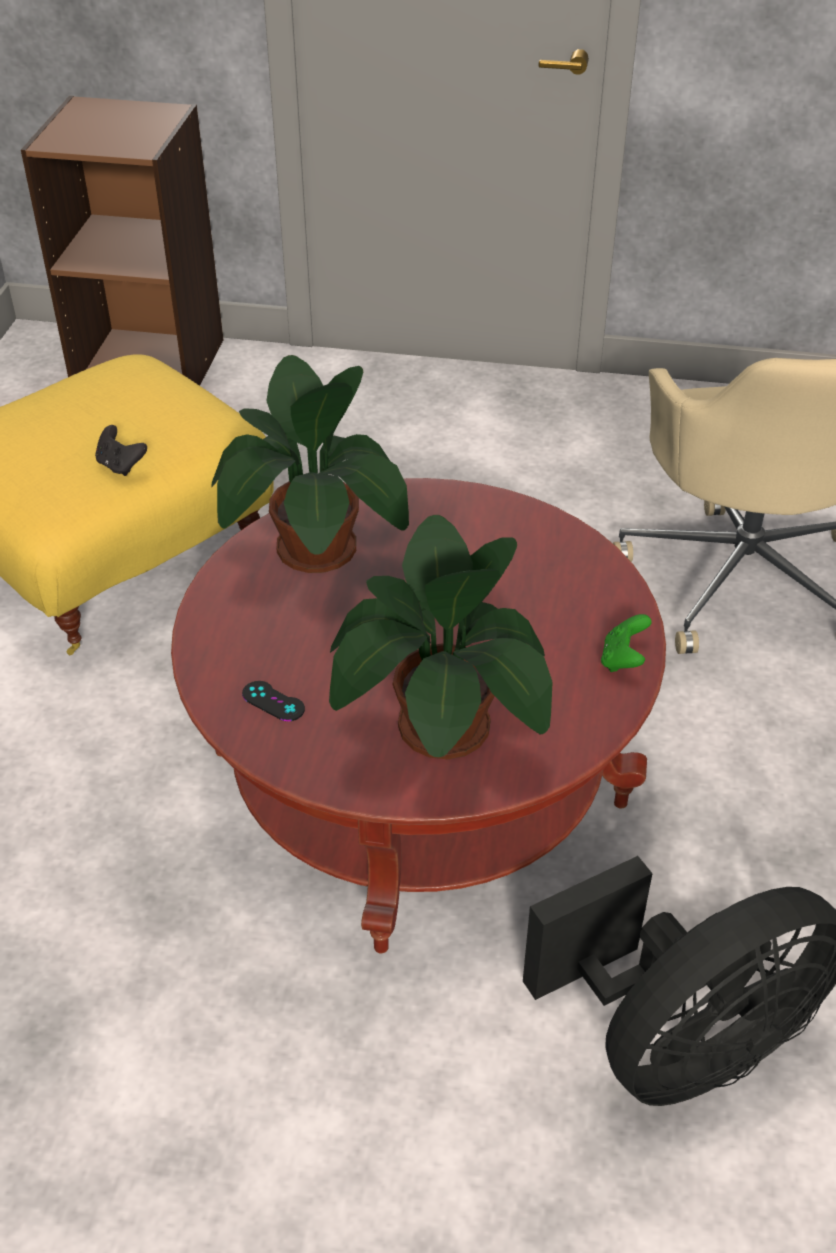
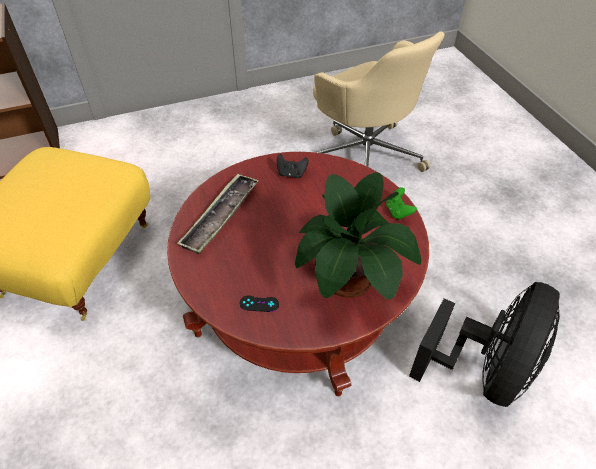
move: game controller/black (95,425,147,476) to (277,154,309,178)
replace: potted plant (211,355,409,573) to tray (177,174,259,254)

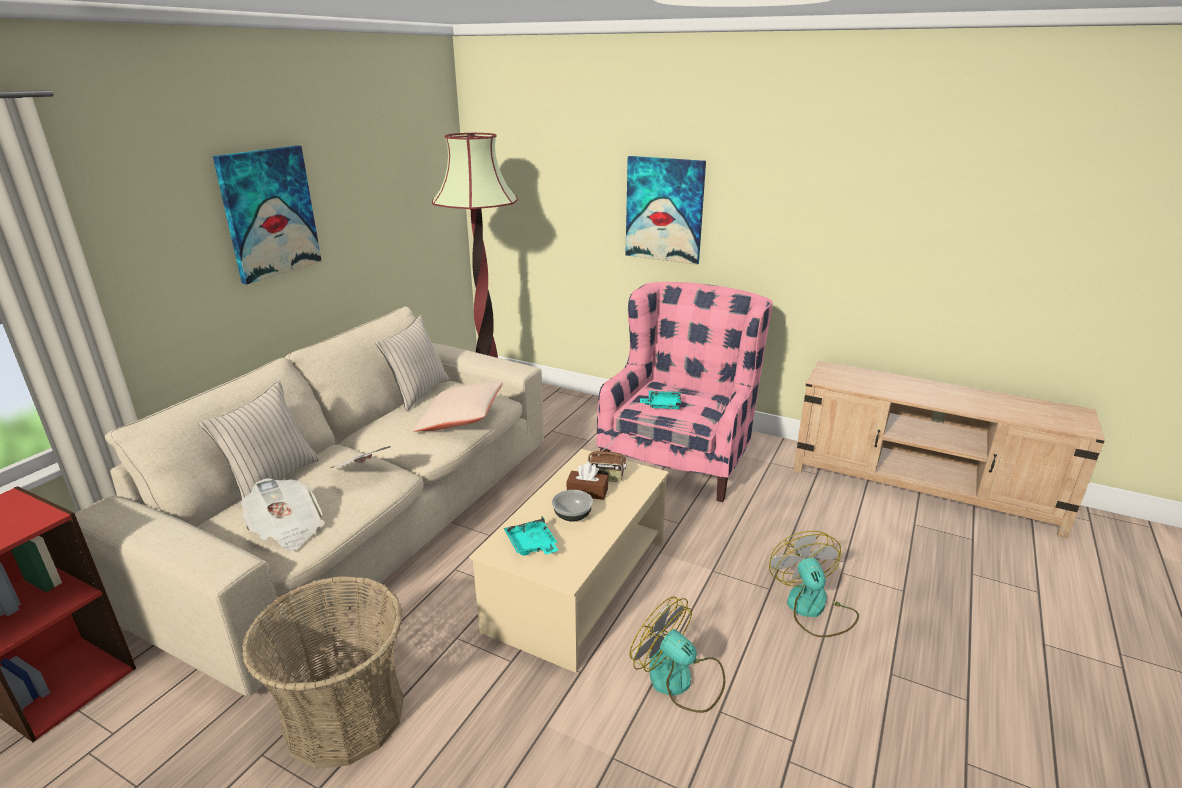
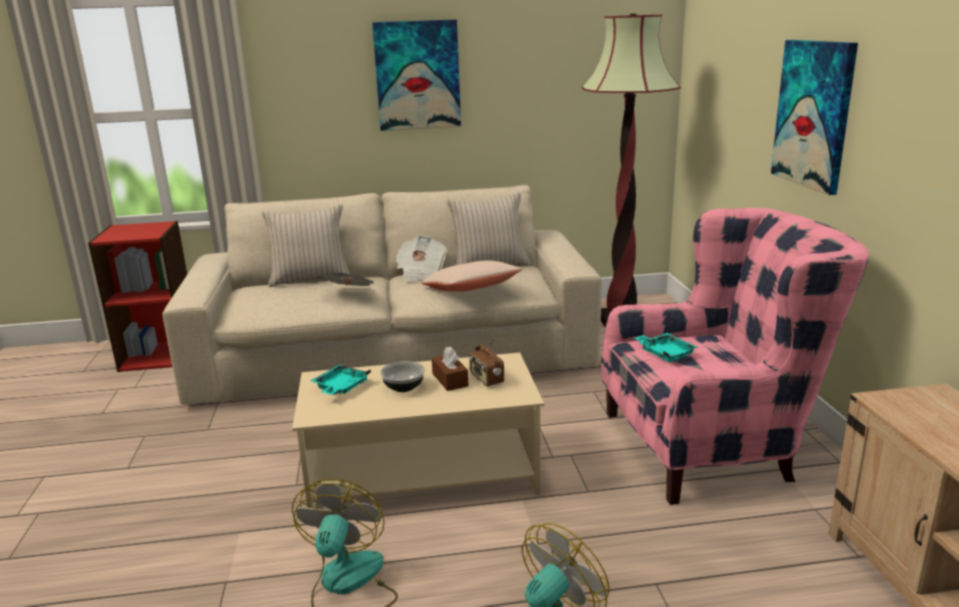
delete: basket (242,576,404,769)
move: newspaper (241,478,325,551) to (395,236,447,282)

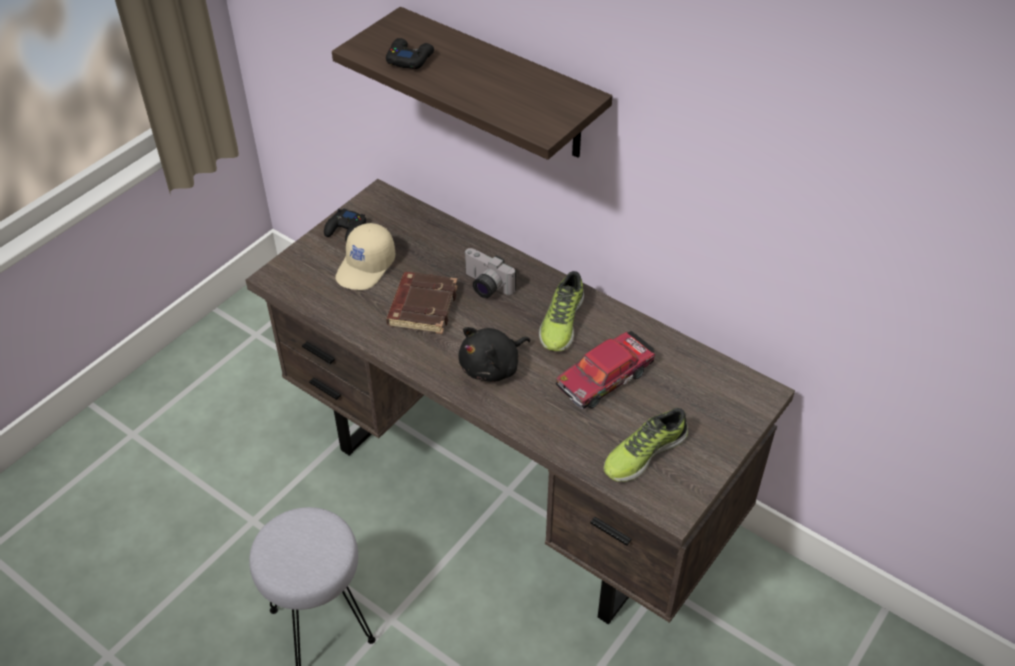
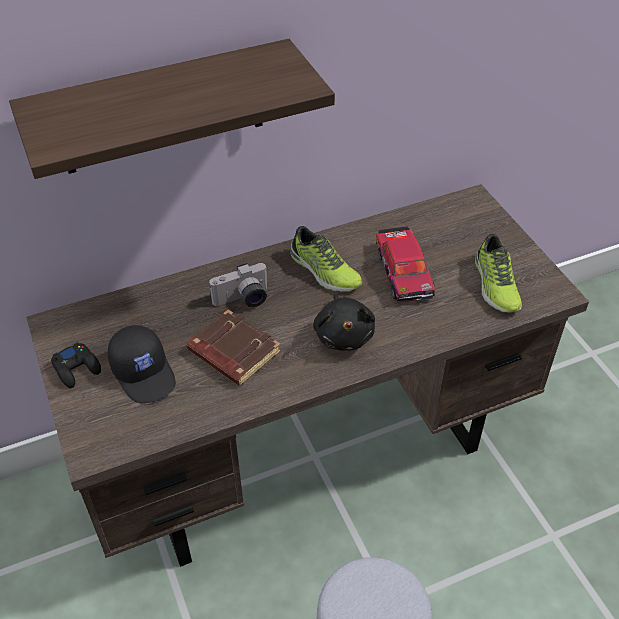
delete: game controller/black (386,38,434,69)
recolor: cap/beige (335,223,395,290) to cap/black (108,325,176,403)

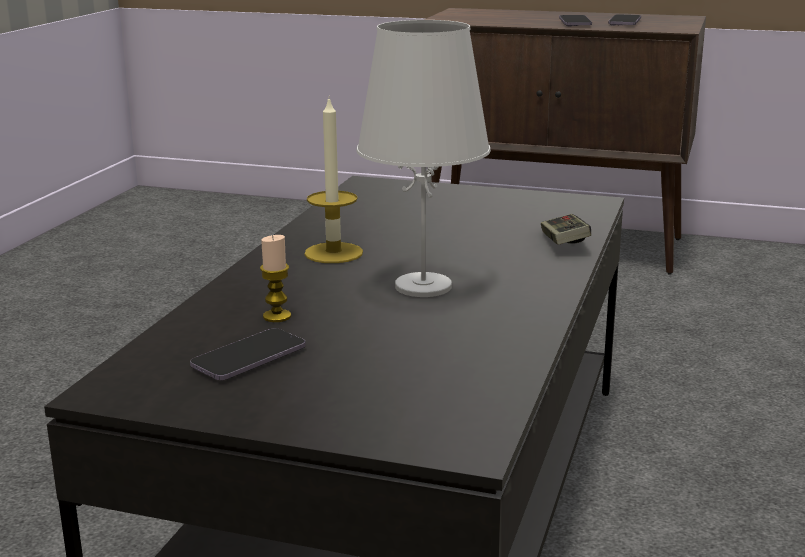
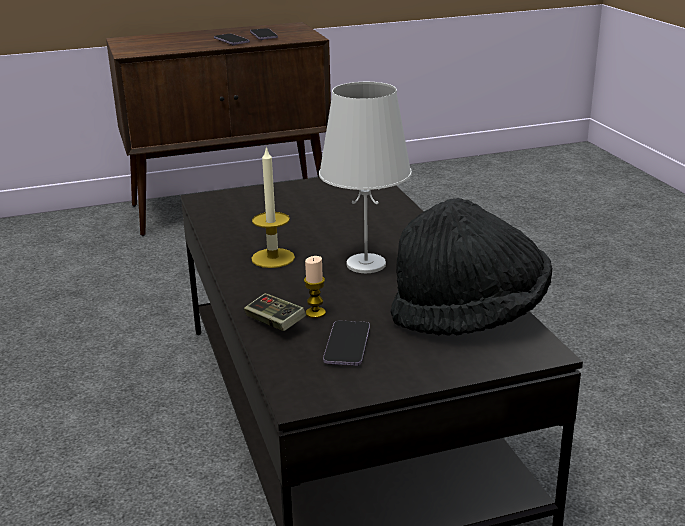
insert: hat/black (390,198,552,336)
move: game controller (541,214,591,245) to (244,293,306,331)

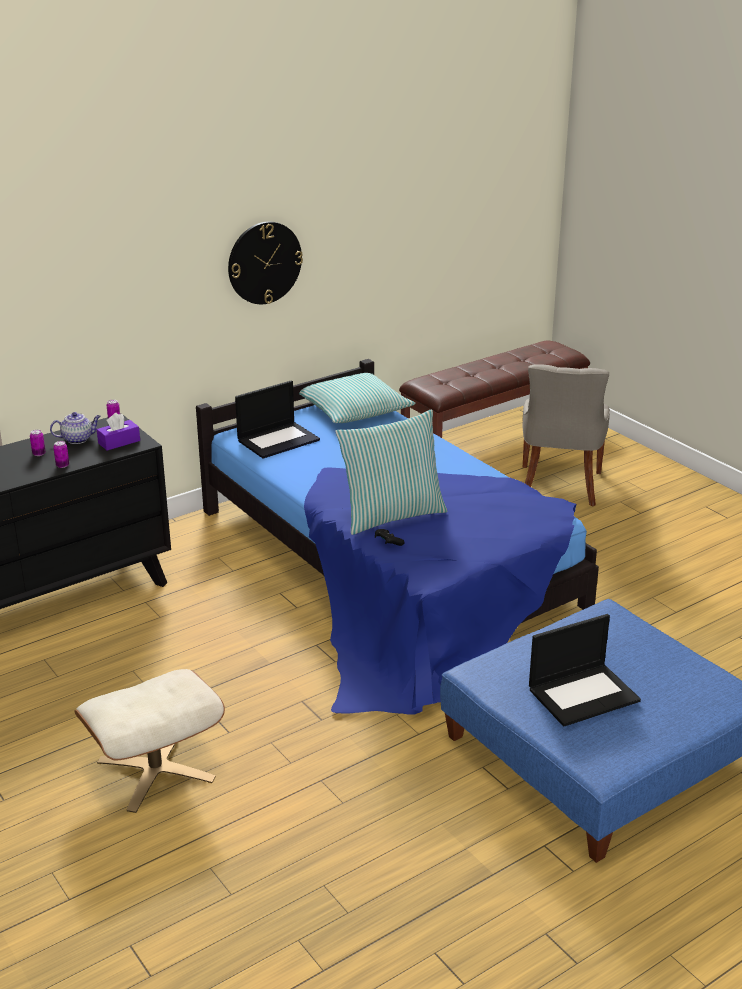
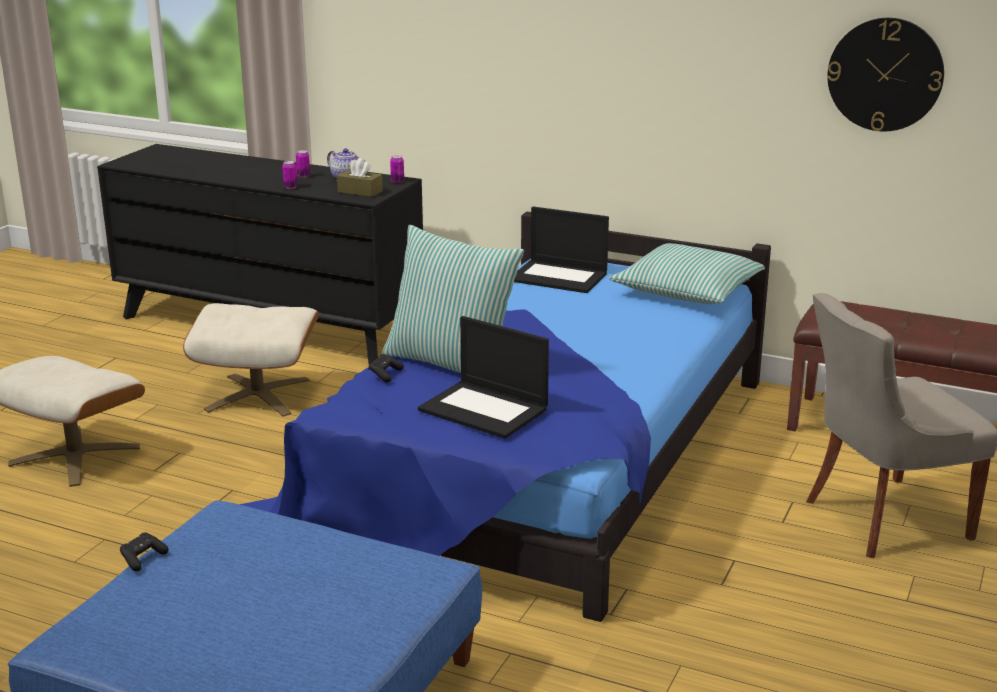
insert: game controller/black (120,533,168,572); ottoman/beige (183,303,319,417)
move: wall clock (228,222,303,304) to (827,18,944,131); laptop (529,614,641,726) to (418,316,549,439)
recolor: tissue box/purple (97,413,140,450) to tissue box/brown (337,158,383,197)

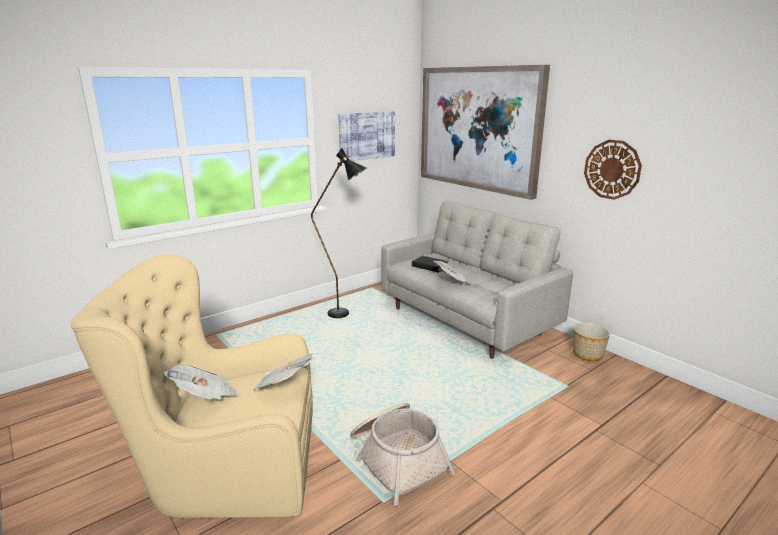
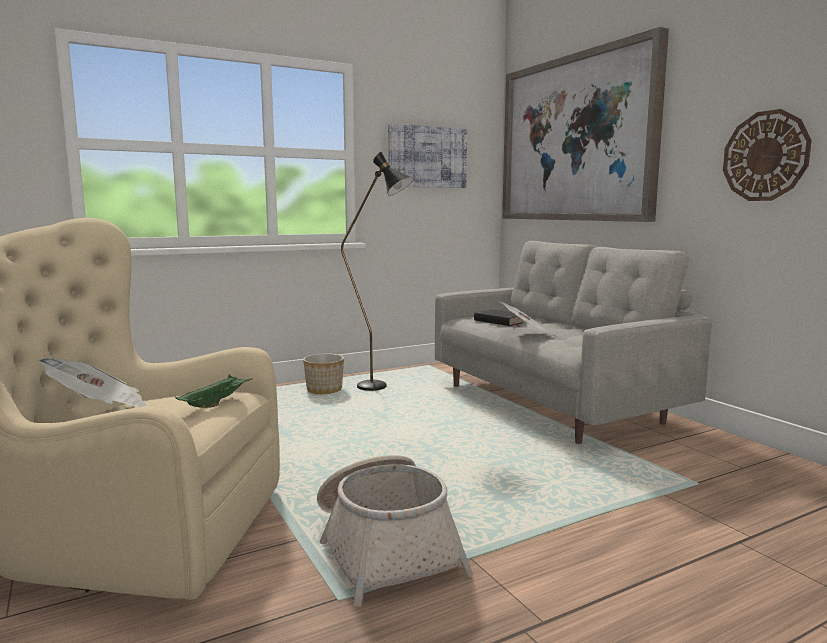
move: planter (573,323,610,361) to (303,354,344,394)
replace: newspaper (253,353,314,390) to tray/green (175,374,252,408)

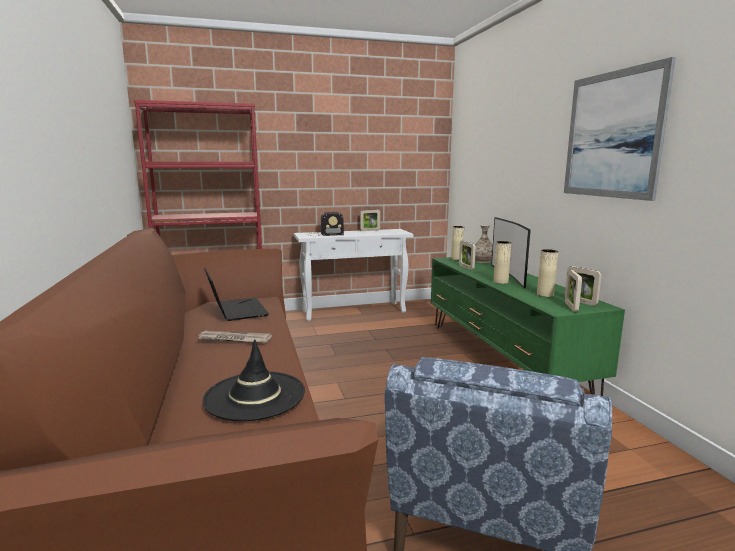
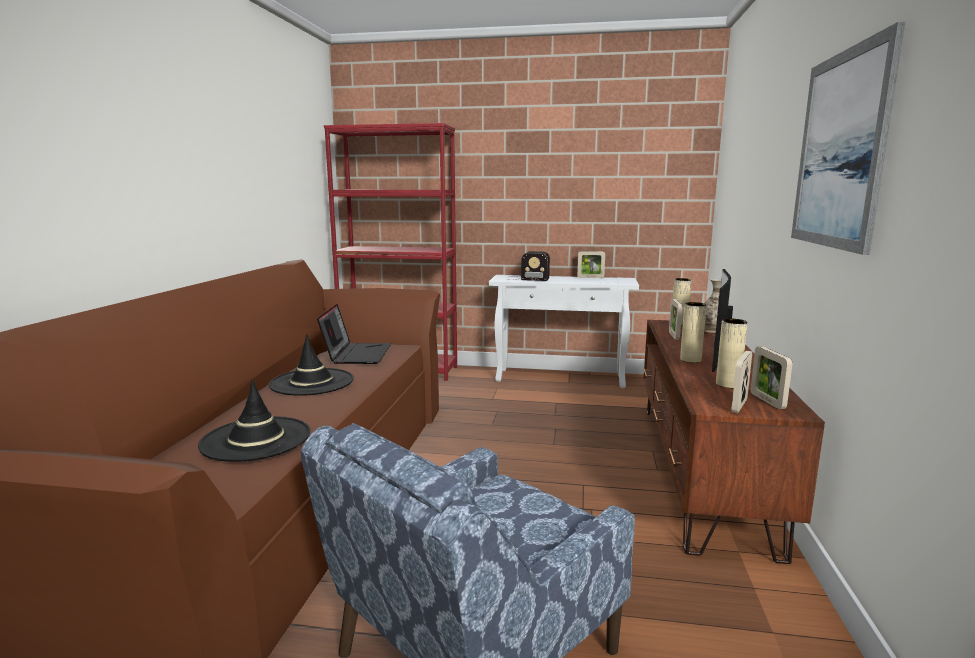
replace: newspaper (198,331,272,343) to hat/black (269,334,354,396)
recolor: tv stand/green (431,257,625,396) to tv stand/brown (643,320,825,564)

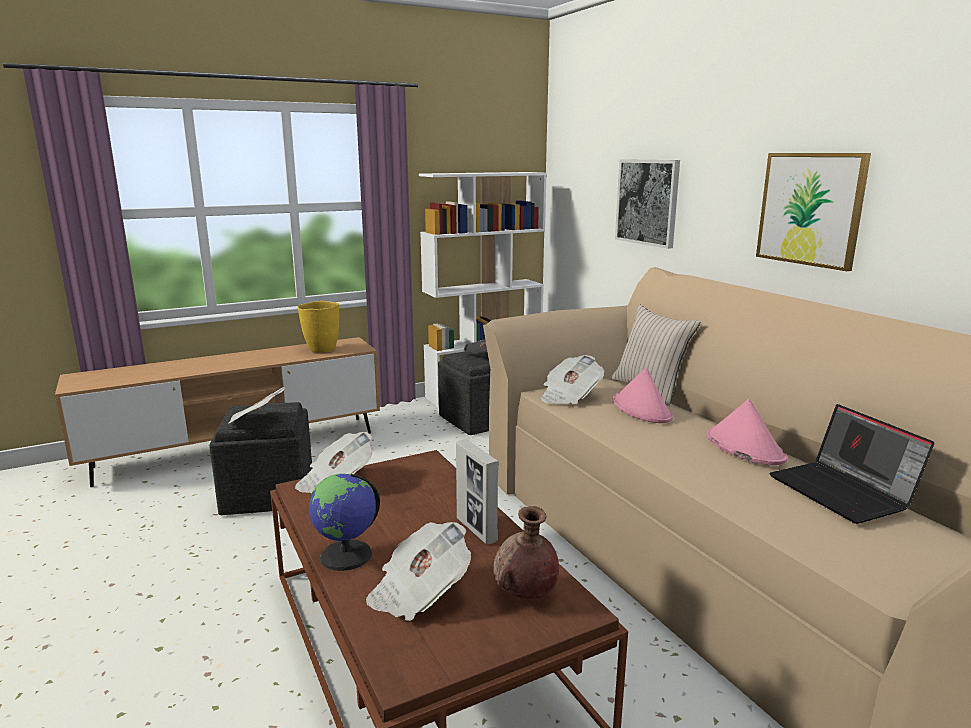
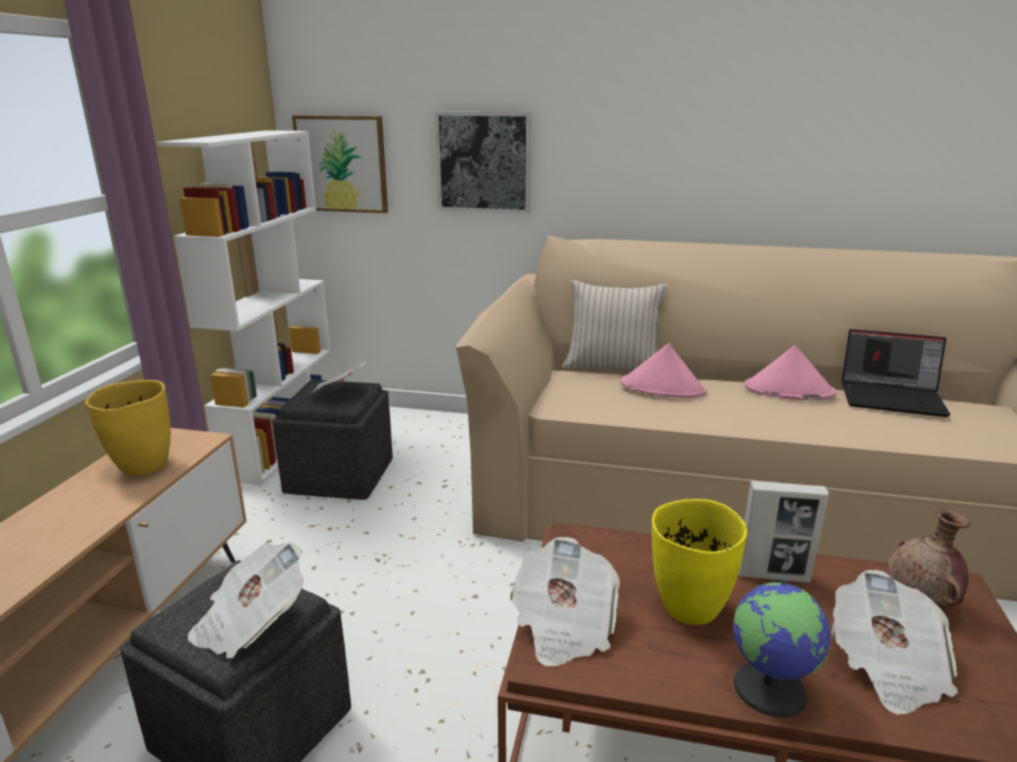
delete: newspaper (541,355,604,404)
insert: vase/yellow (652,499,747,625)
move: picture (756,153,871,271) to (292,115,388,213)

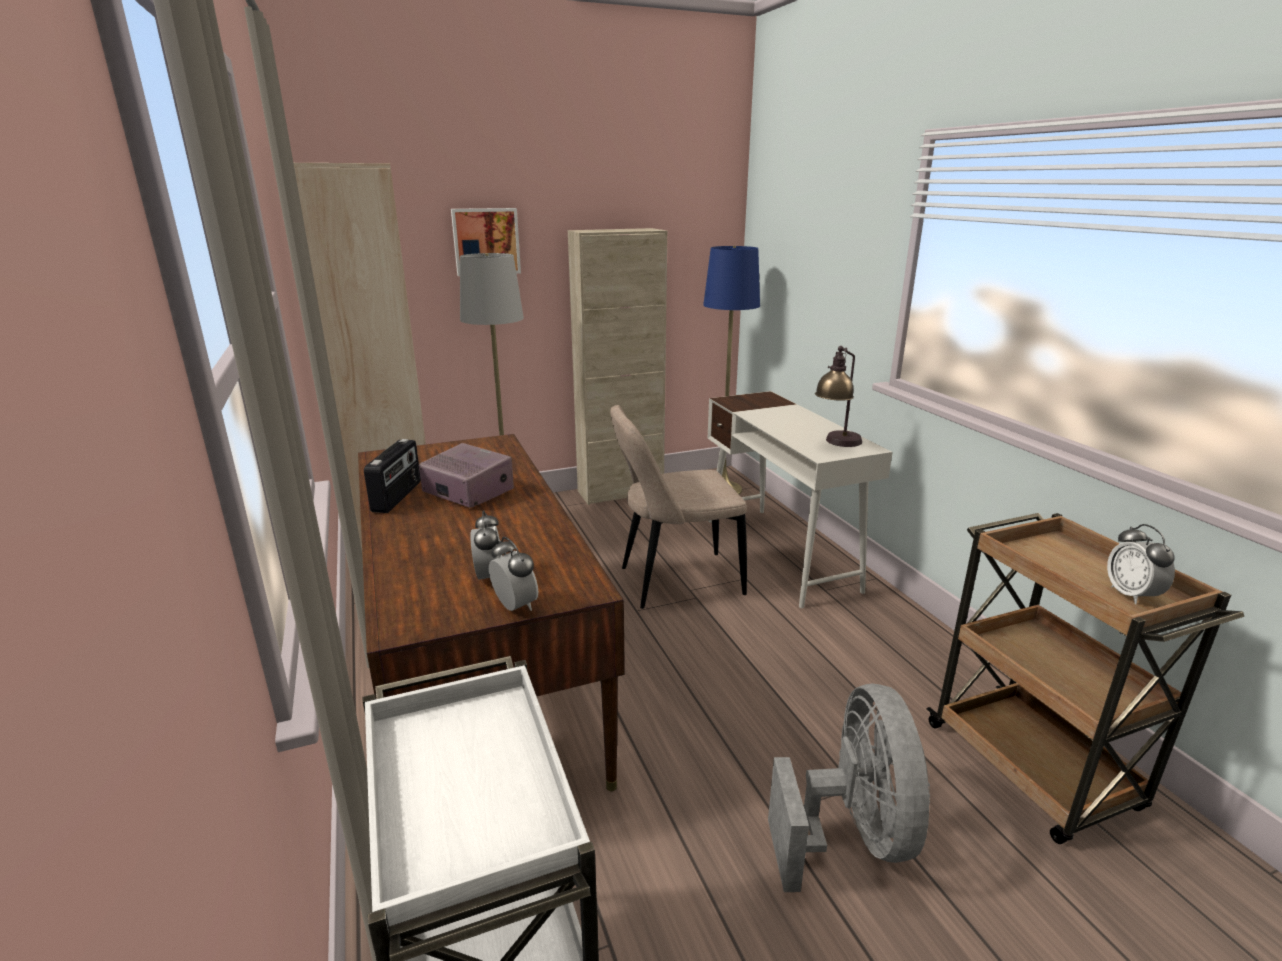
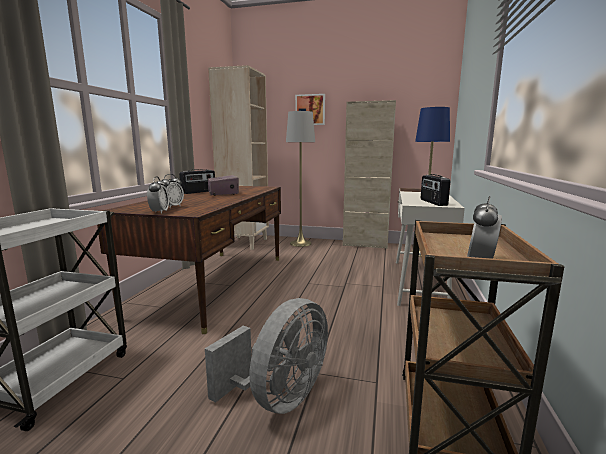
delete: chair/beige (610,405,747,609)
replace: table lamp (815,346,862,447) to radio (421,174,450,206)

